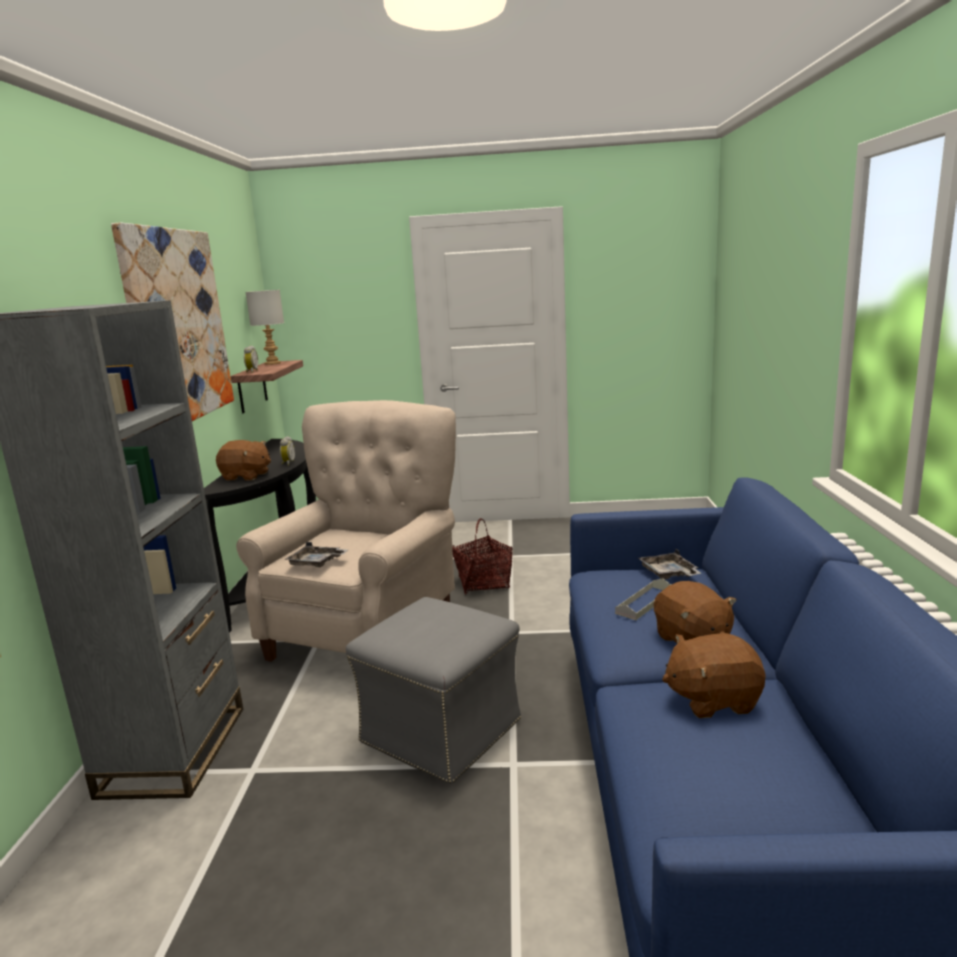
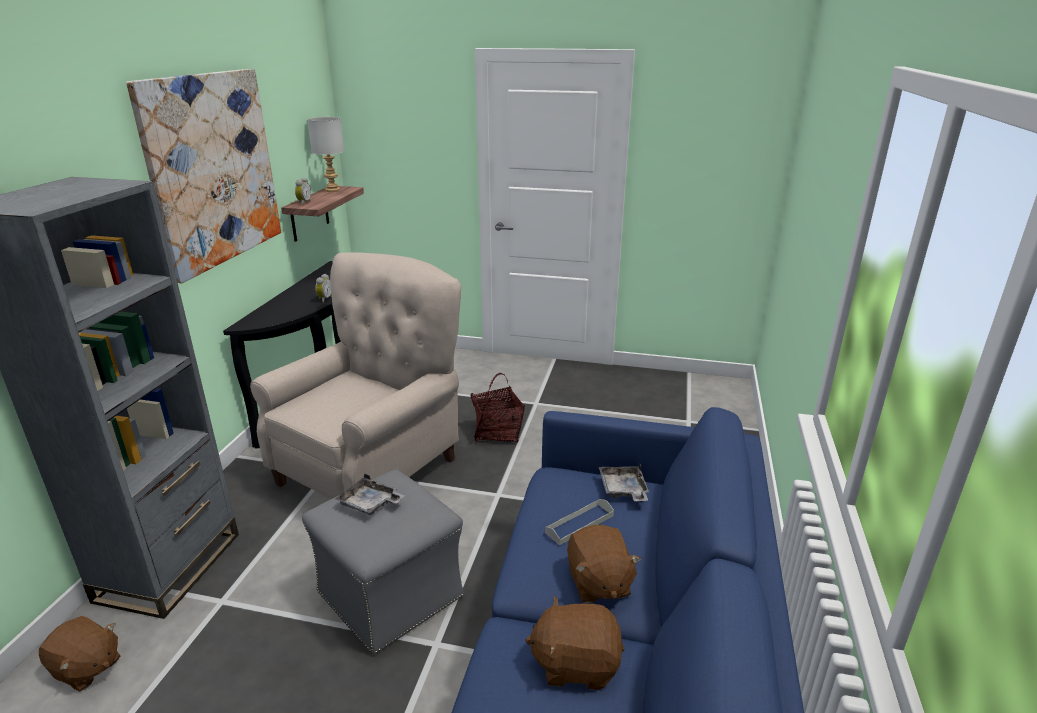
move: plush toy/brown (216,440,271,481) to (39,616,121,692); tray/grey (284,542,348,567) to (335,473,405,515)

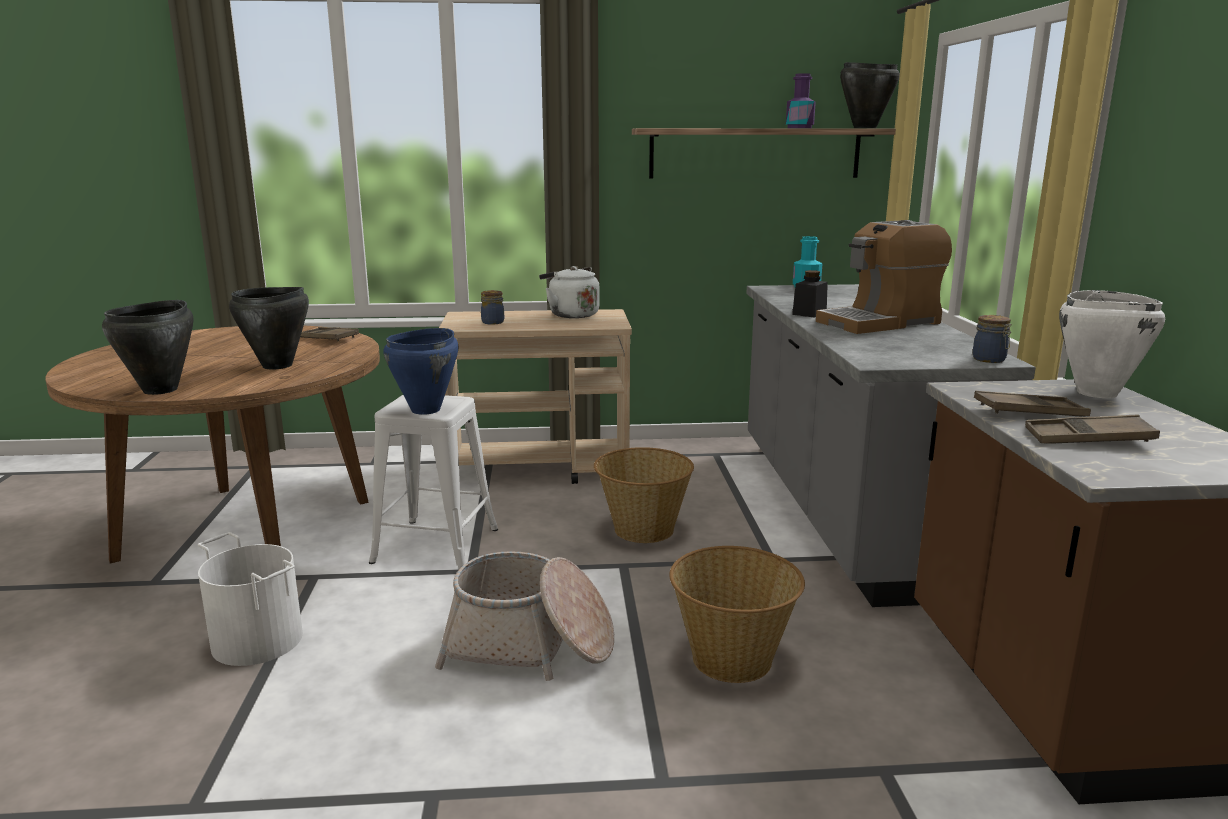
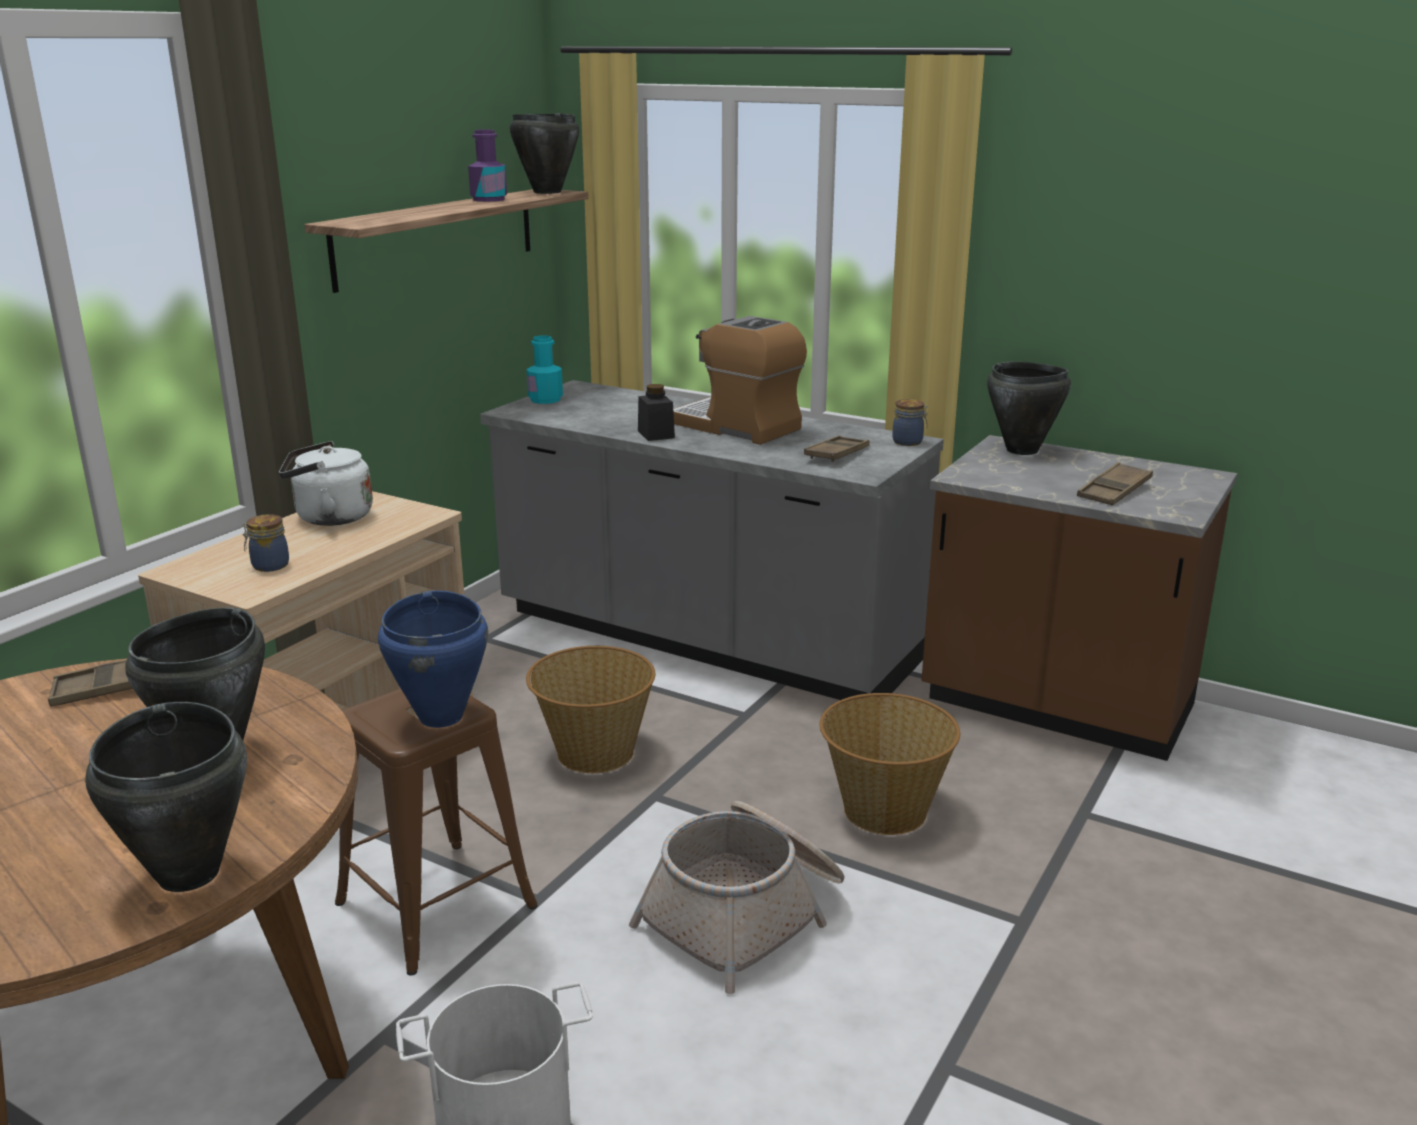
move: tray/brown (974,391,1091,416) to (804,436,870,462)
recolor: stool/white (369,395,498,569) to stool/brown (335,688,538,976); cooking pot/white (1059,290,1165,398) to cooking pot/black (987,362,1071,455)
rotate: coffee machine (816,220,952,334) = (673,316,807,445) 120 degrees clockwise

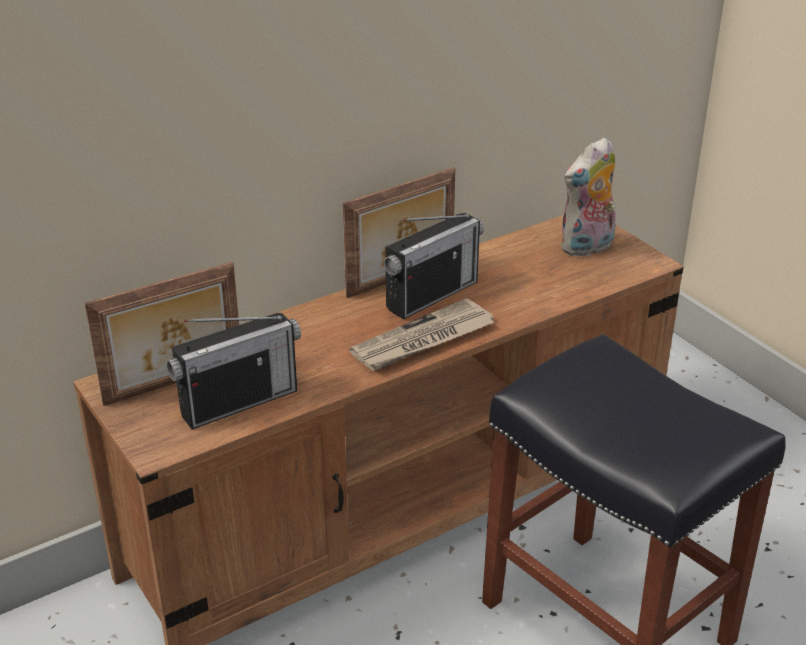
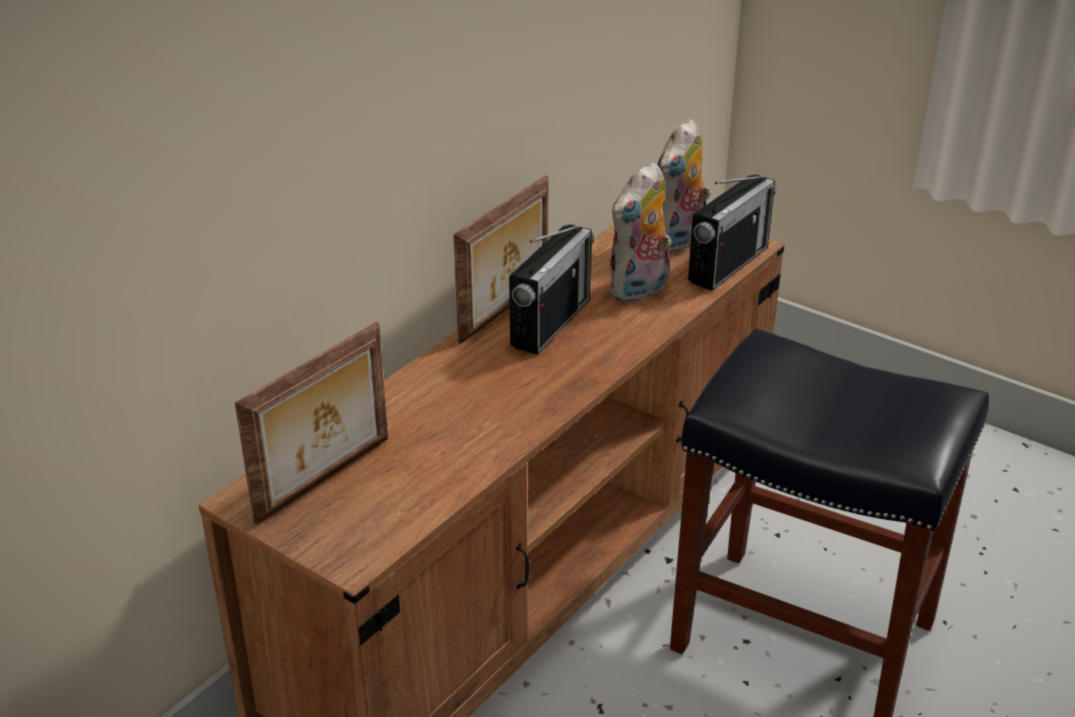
delete: newspaper (349,298,495,371)
insert: plush toy (608,162,672,303)
move: radio (167,313,301,429) to (688,175,777,291)

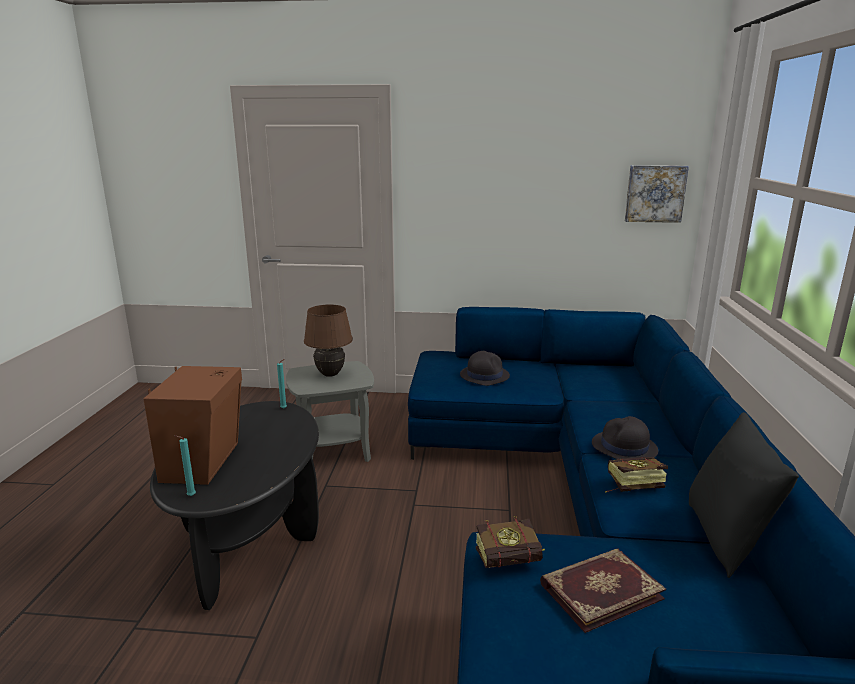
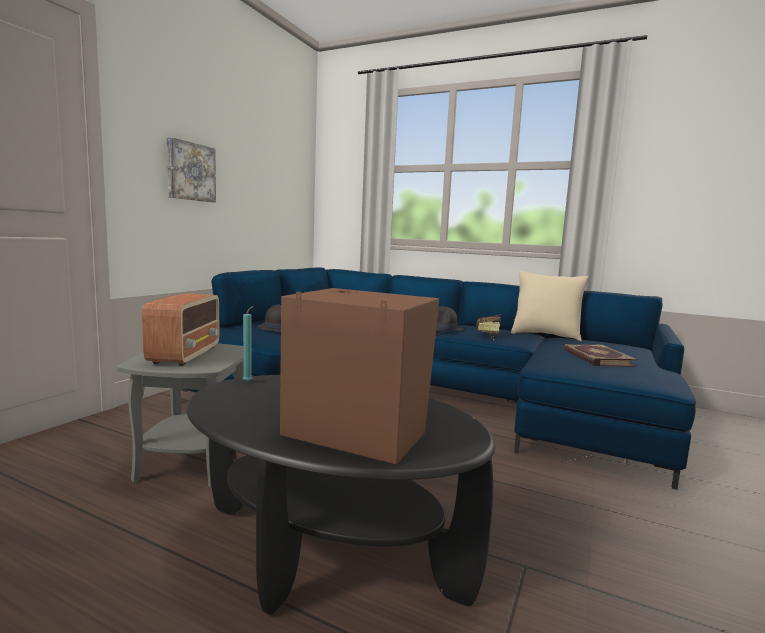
delete: candle/turquoise (174,435,196,496); book (476,516,545,568)
move: picture (625,165,689,223) to (167,137,216,202)
replace: table lamp/brown (304,305,353,377) to radio (142,293,220,366)
recolor: pillow/black (689,412,799,578) to pillow/beige (511,271,589,341)

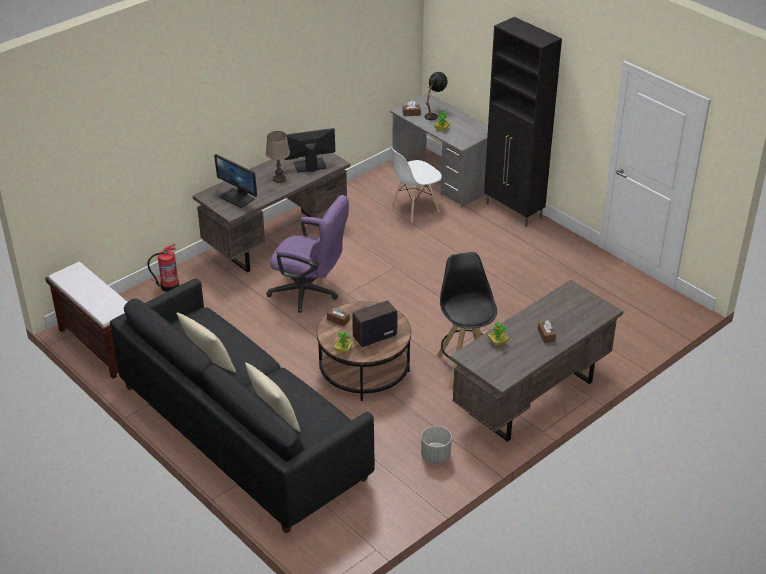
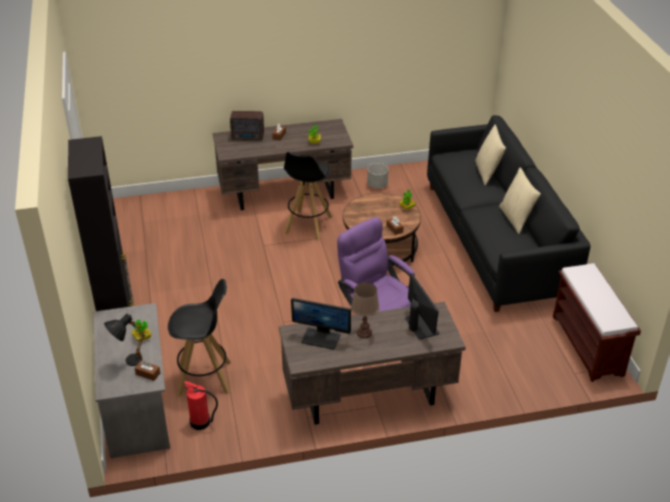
move: fire extinguisher (147,243,180,292) to (184,381,218,430); radio (352,300,397,347) to (230,111,264,141)
replace: chair/white (390,147,442,223) to stool/black (168,279,231,397)

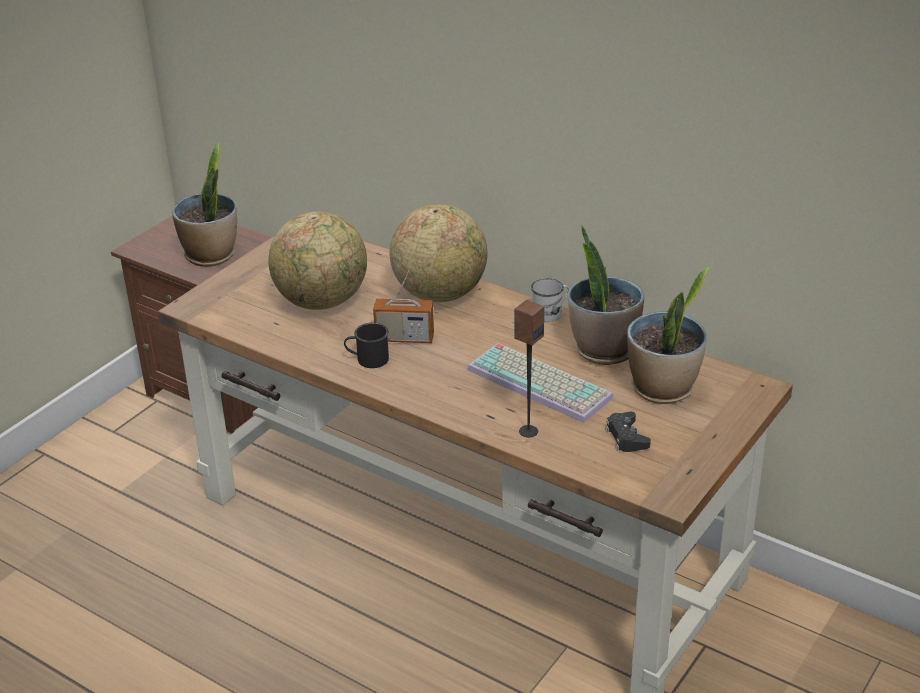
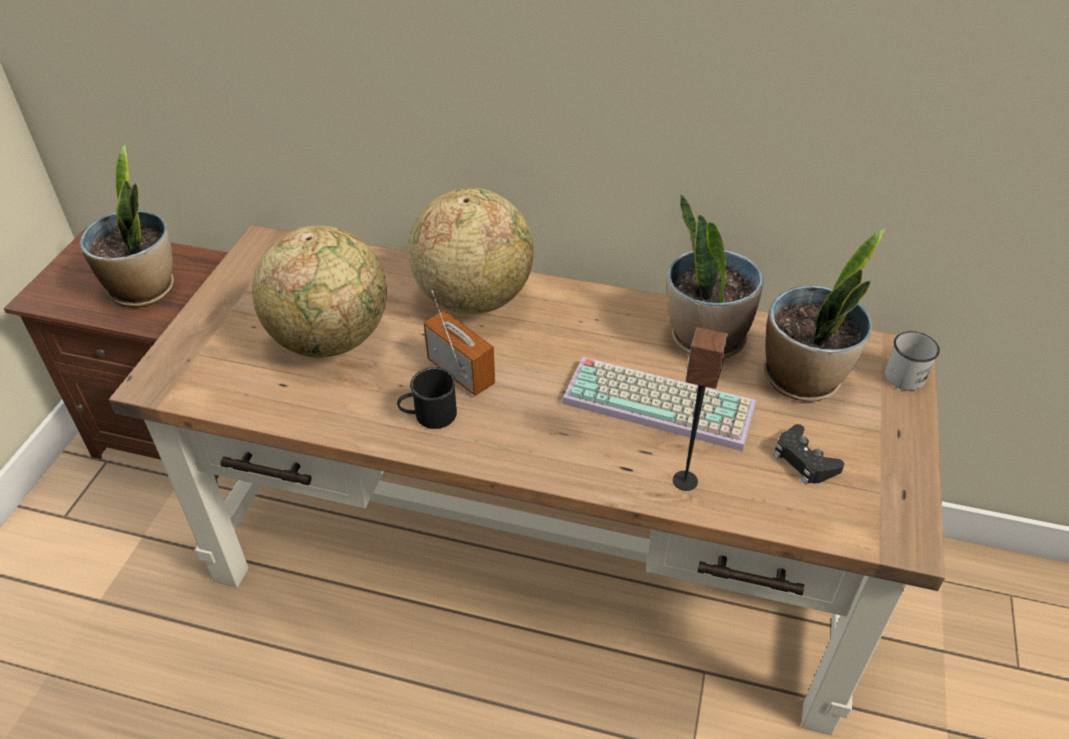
move: mug/white (531,278,570,322) to (885,331,940,391)
rotate: radio (373,260,434,343) = (424,290,495,396) 120 degrees counterclockwise

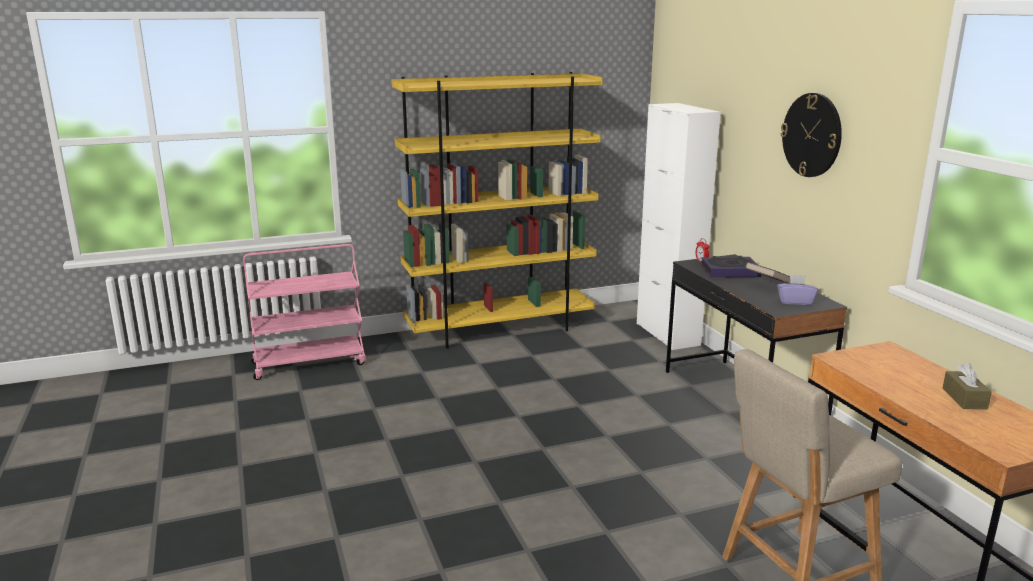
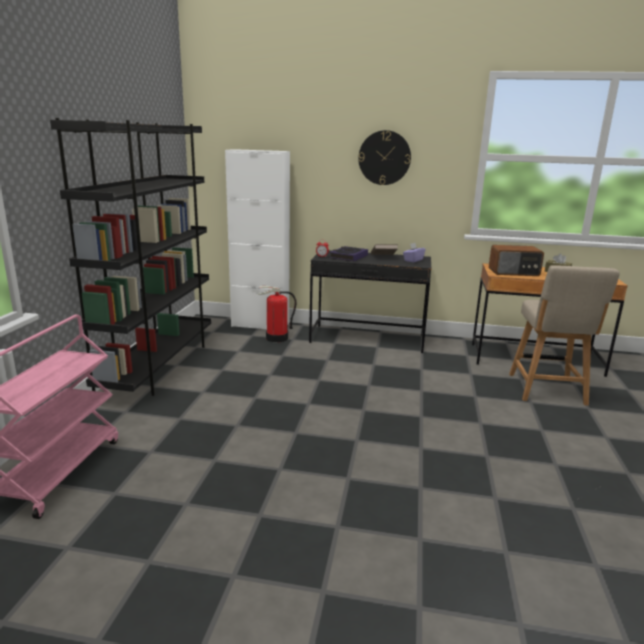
insert: fire extinguisher (257,286,297,342); radio (489,245,544,276)
recolor: bookcase/yellow (392,72,603,349) to bookcase/black (50,118,211,396)

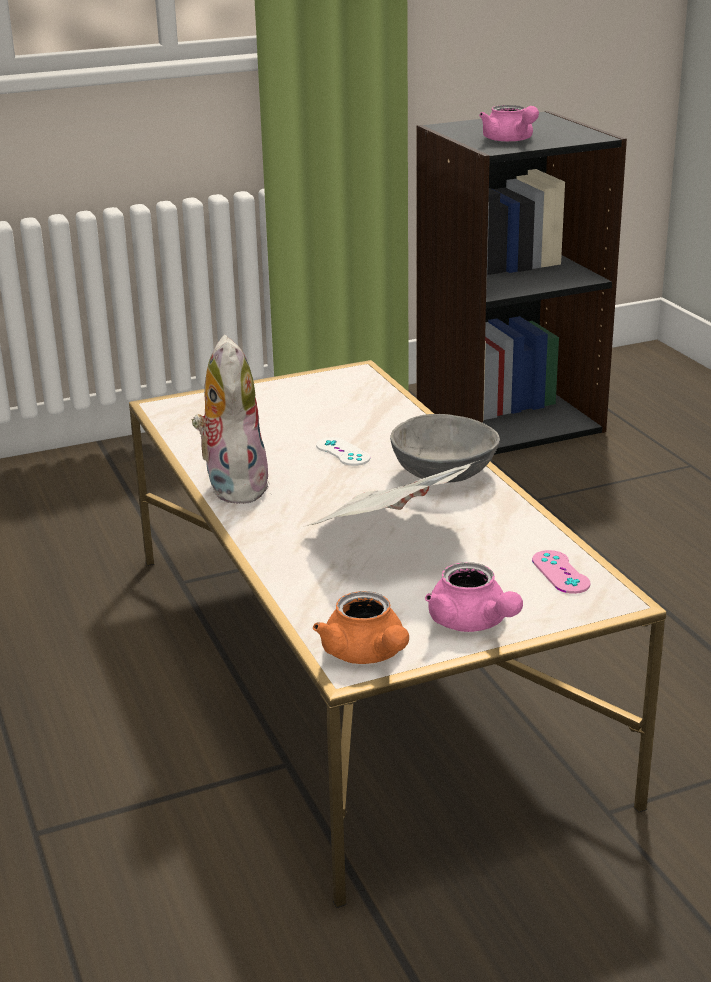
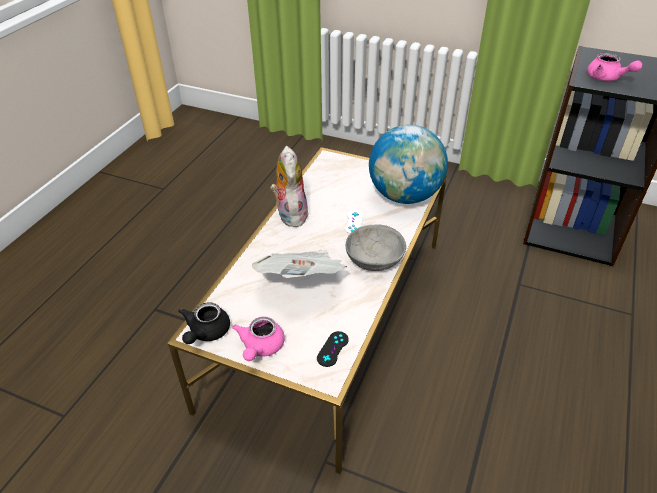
insert: globe (369,125,448,204)
recolor: teapot/orange (313,591,409,664) to teapot/black (178,302,230,344); game controller/pink (532,550,590,594) to game controller/black (317,331,349,367)
rotate: plush toy (192,335,271,504) = (270,146,308,227) 45 degrees counterclockwise; teapot/pink (479,105,539,142) = (587,53,642,81) 60 degrees counterclockwise

